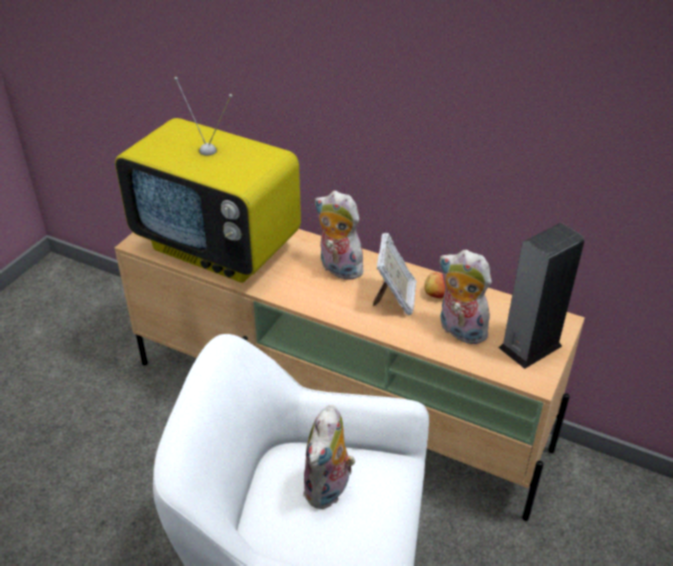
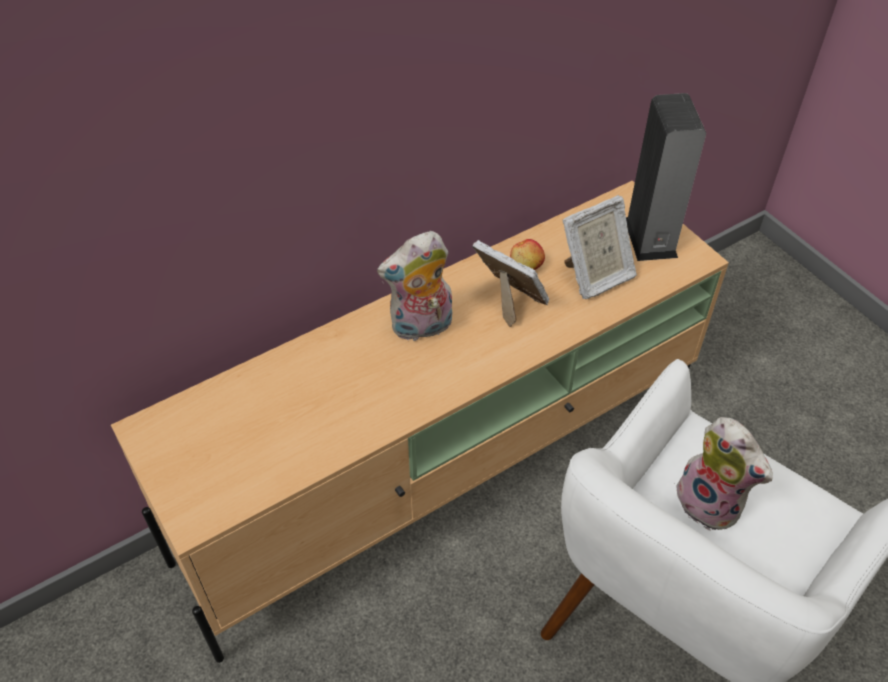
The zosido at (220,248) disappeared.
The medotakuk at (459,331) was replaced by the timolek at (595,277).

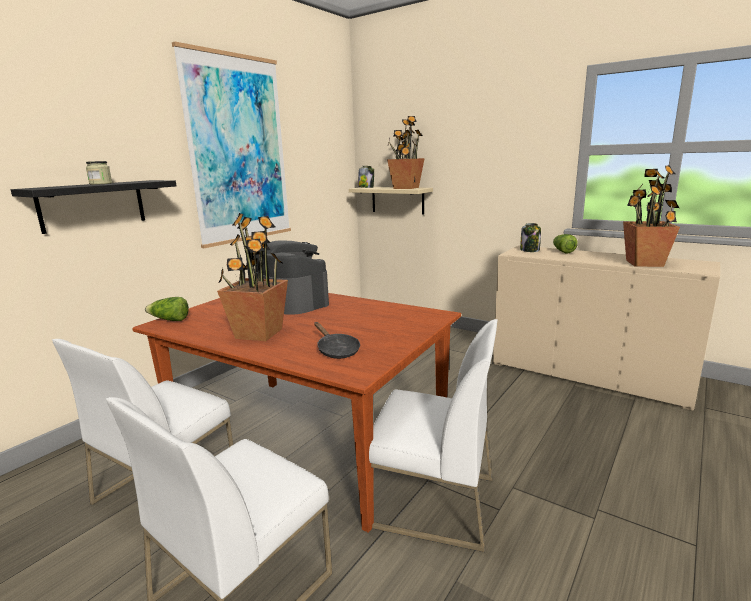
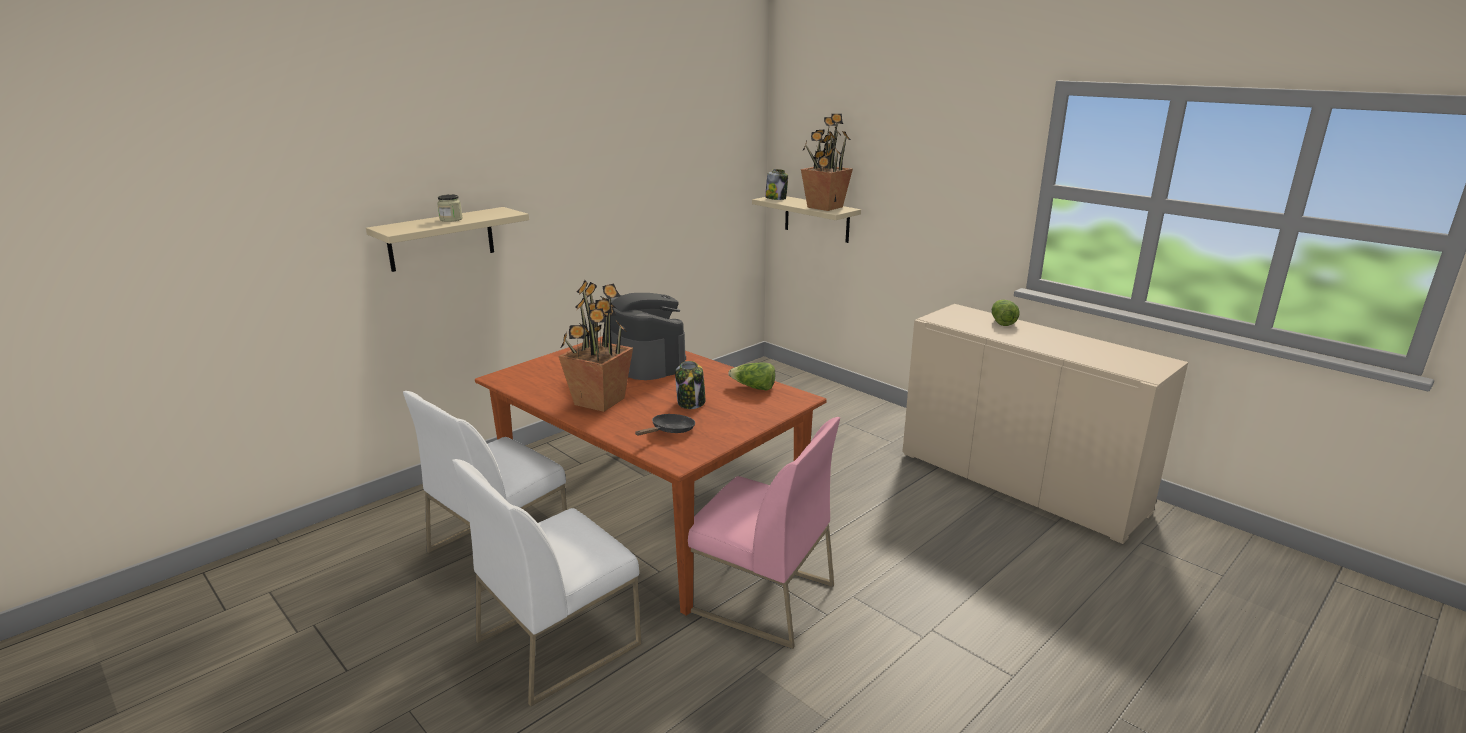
The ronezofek at (238,150) disappeared.
The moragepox at (643,263) disappeared.
The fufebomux moved from (169,320) to (753,387).
The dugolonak moved from (530,250) to (691,403).
The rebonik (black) at (93,205) became the rebonik (beige) at (441,239).
The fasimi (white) at (432,502) became the fasimi (pink) at (760,598).
The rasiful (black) at (336,350) turned 120 degrees counterclockwise.

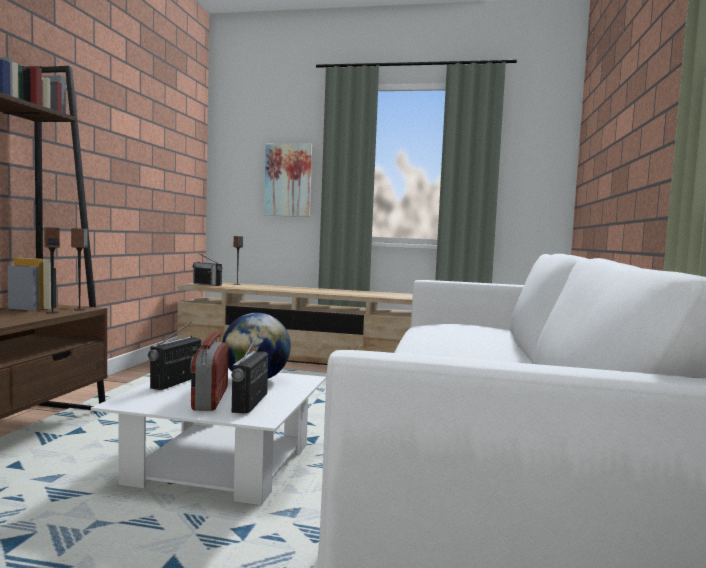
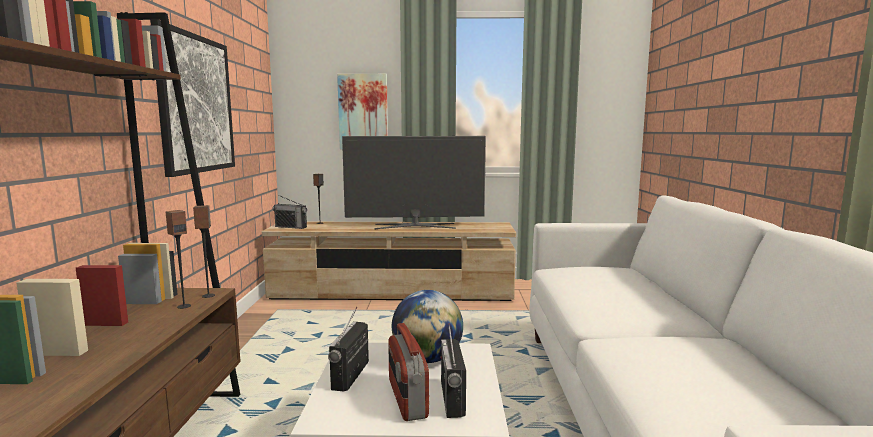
The ronezofek at (196,104) appeared.
The zosido at (415,226) appeared.

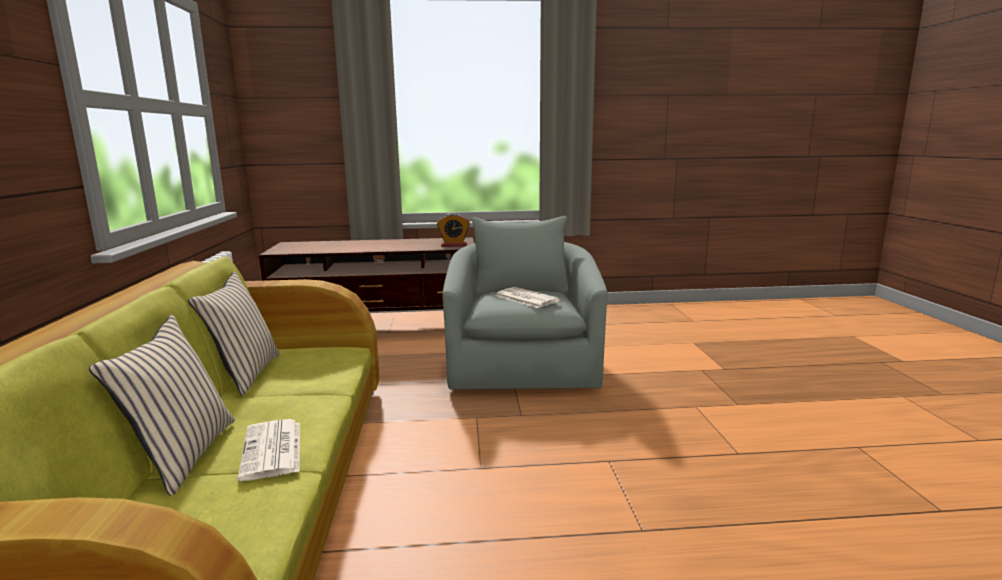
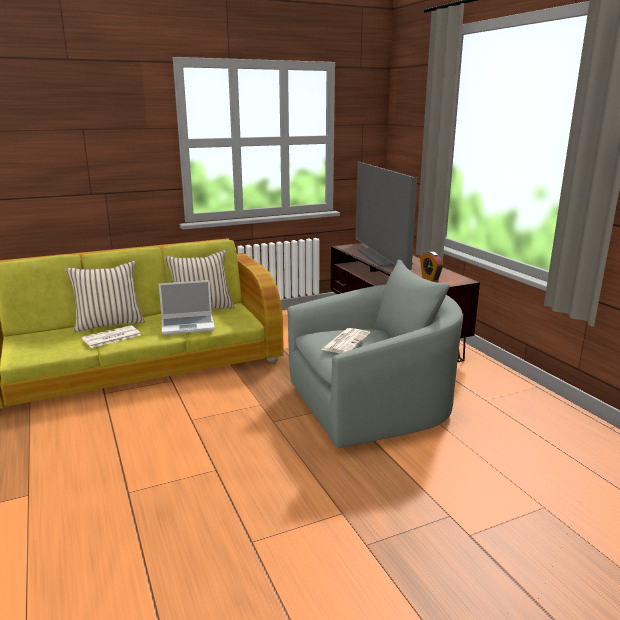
The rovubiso at (188,325) appeared.
The zosido at (383,257) appeared.

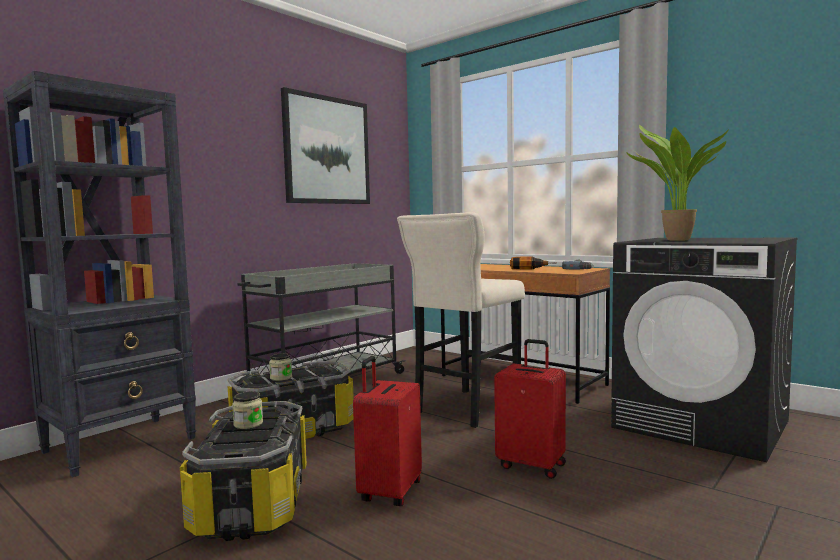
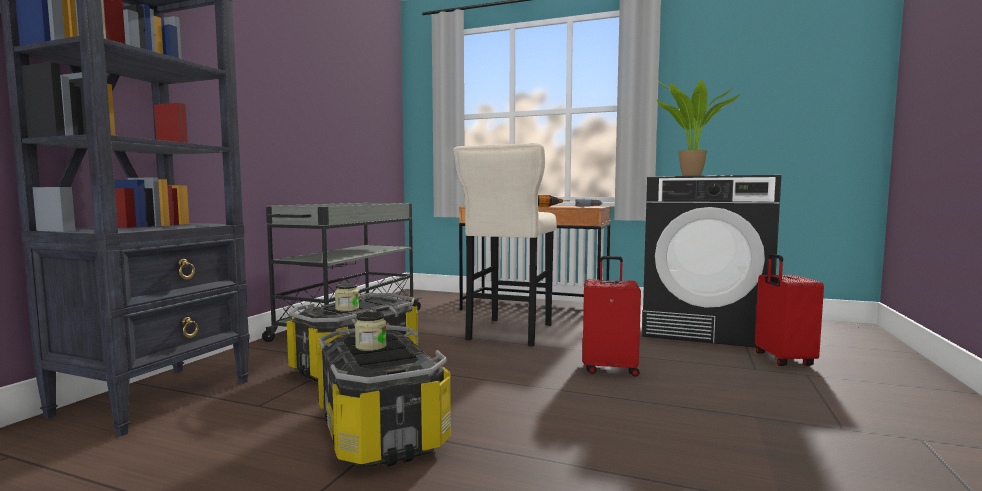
The ronezofek at (327,150) disappeared.
The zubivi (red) moved from (389,492) to (782,360).

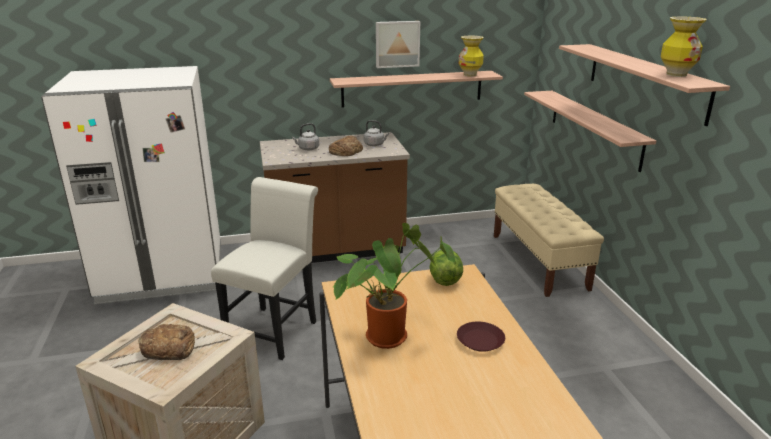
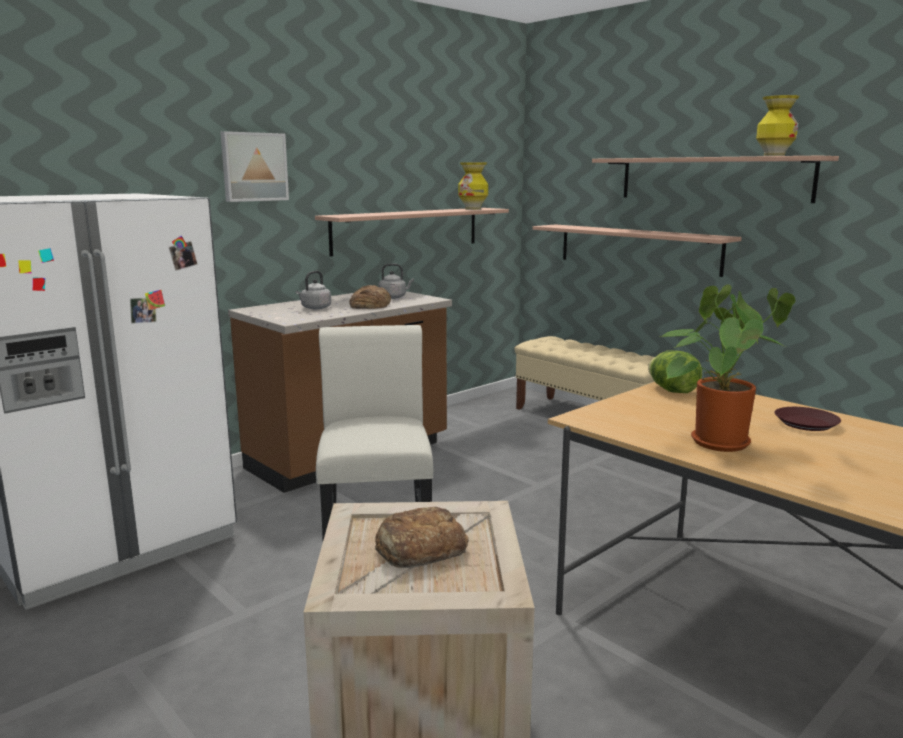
The ronezofek moved from (397,44) to (254,167).

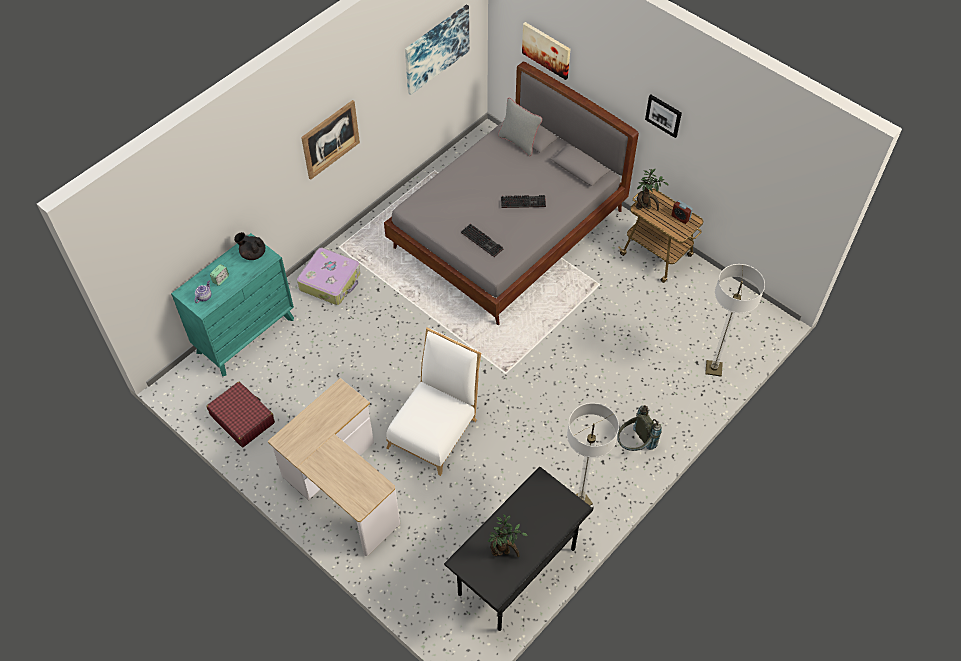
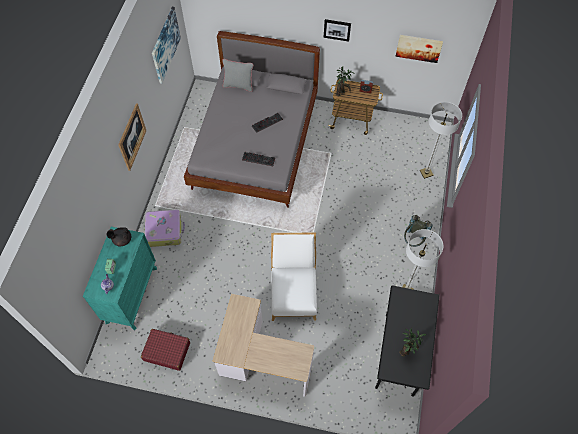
The ronezofek moved from (546,50) to (418,48).

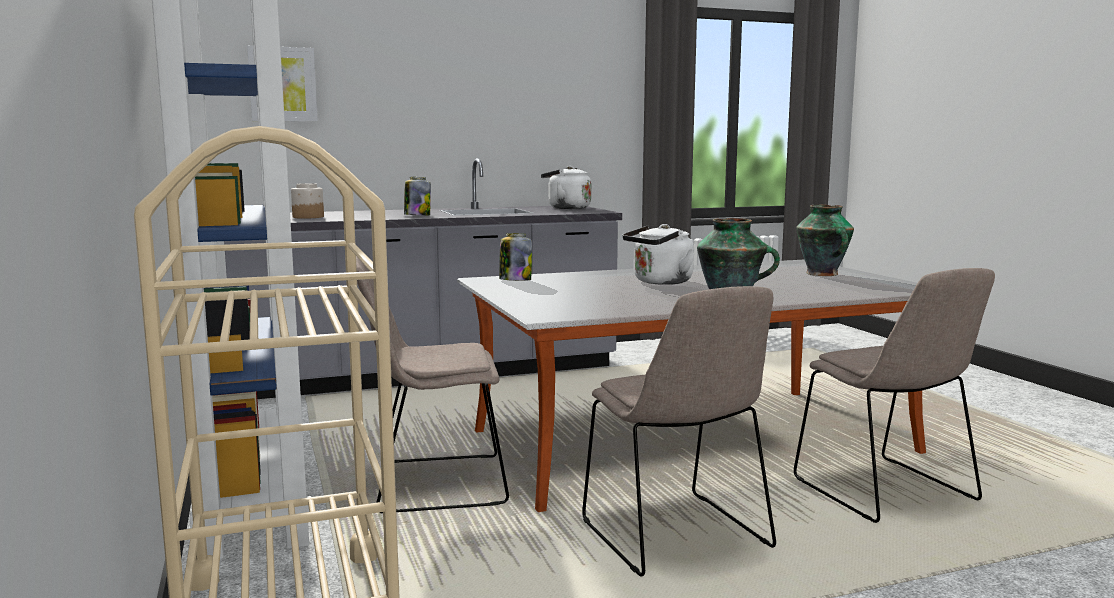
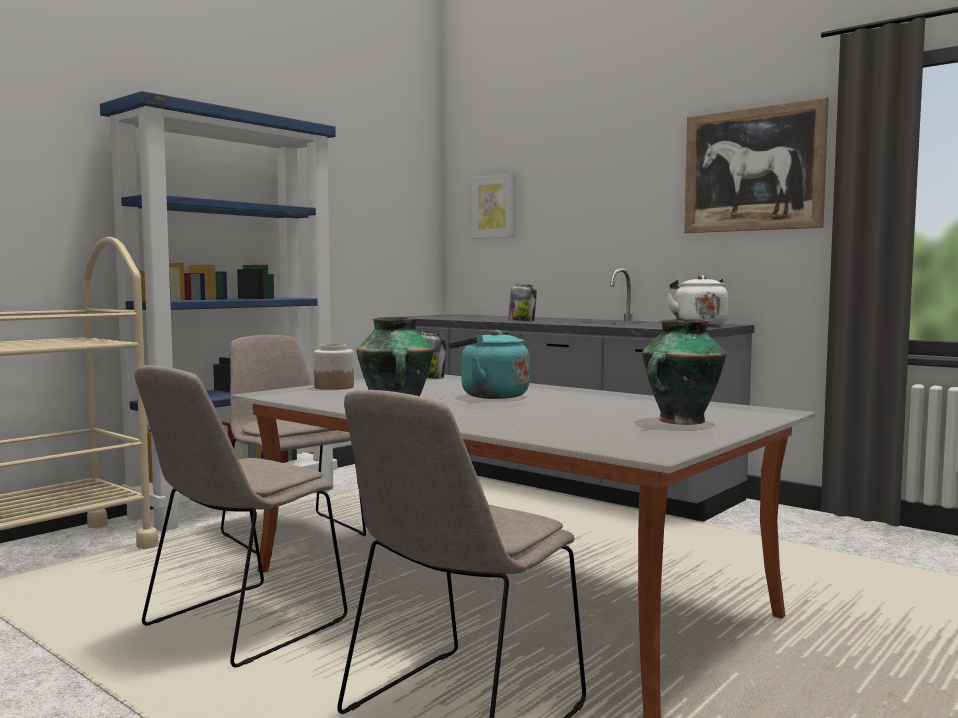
The ronezofek at (753,169) appeared.
The dugolonak moved from (308,217) to (333,387).
The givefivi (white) at (660,282) became the givefivi (turquoise) at (490,396).

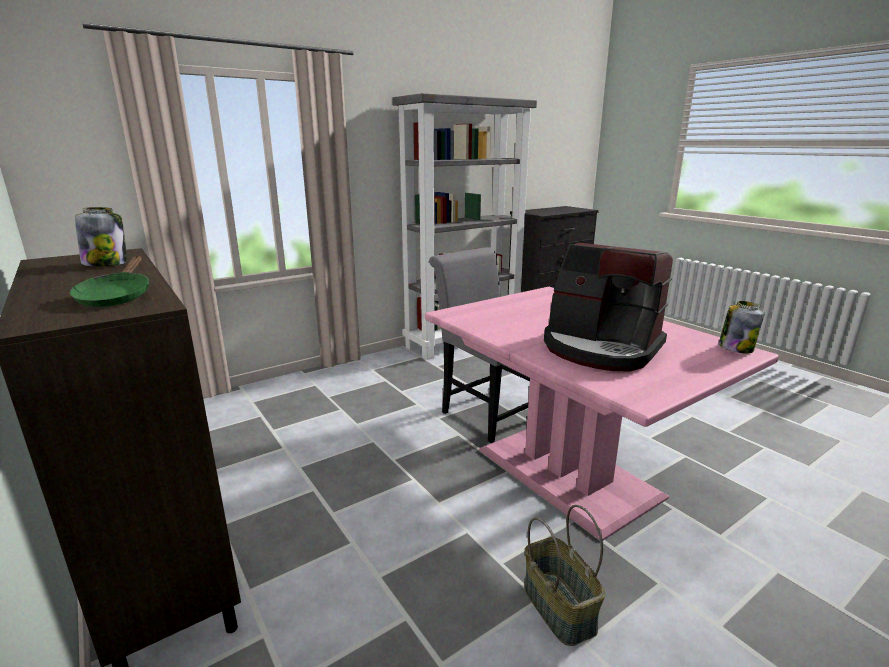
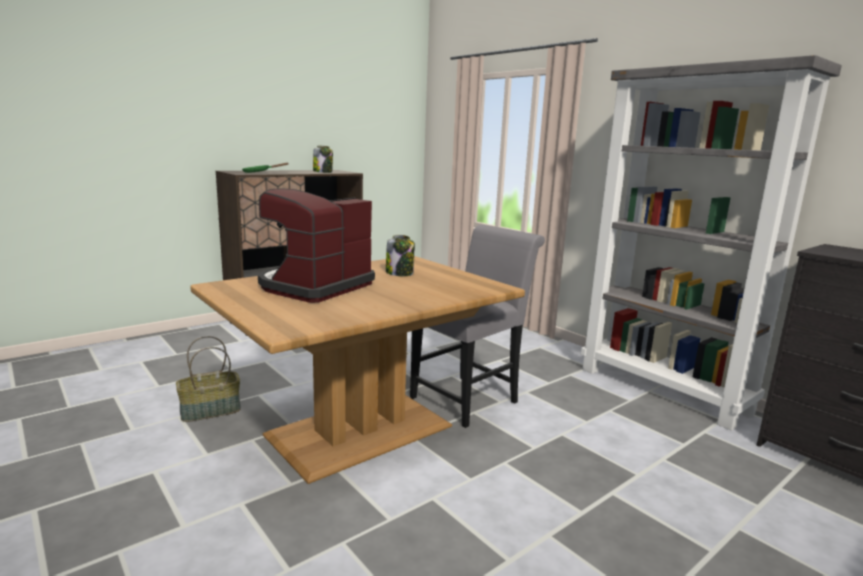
The dugolonak moved from (735,348) to (400,273).
The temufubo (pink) at (568,471) became the temufubo (brown) at (361,431).

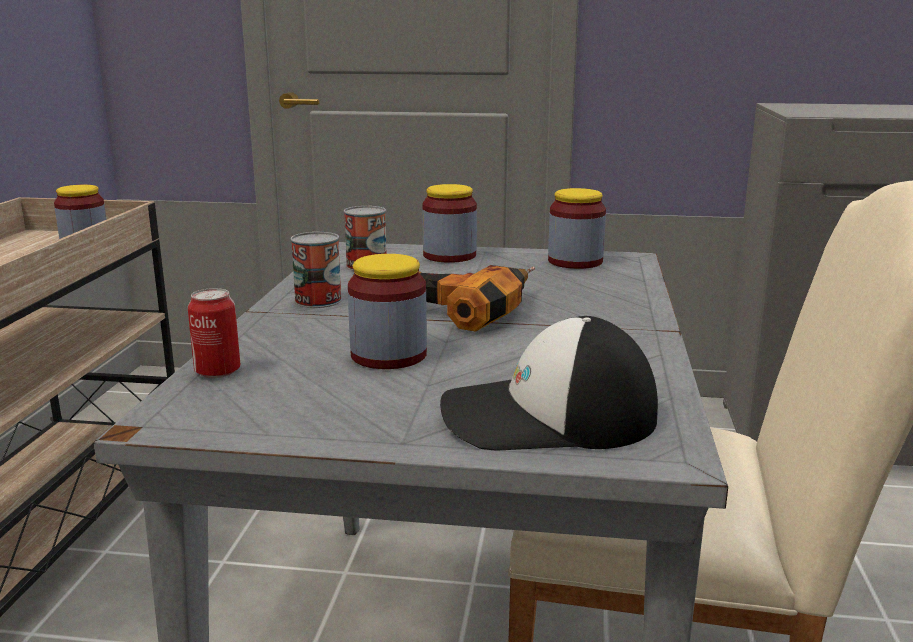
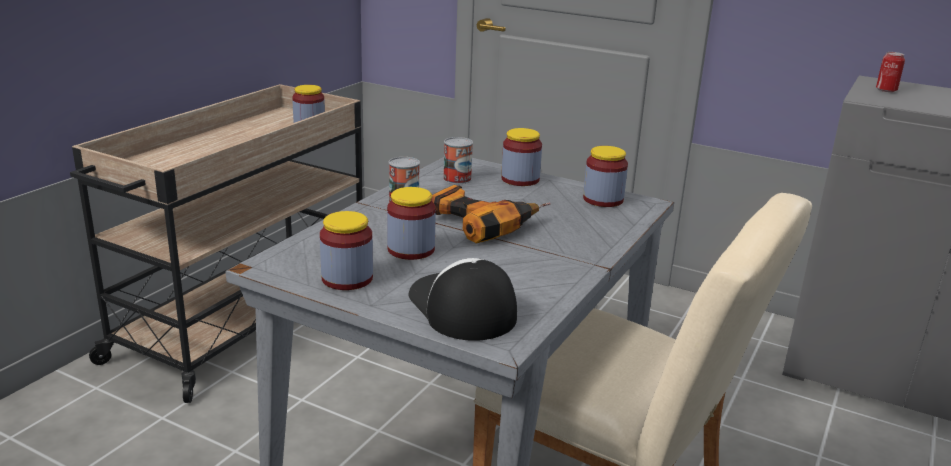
The dugolonak at (347,278) appeared.
The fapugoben moved from (217,371) to (886,90).
The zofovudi at (546,417) turned 45 degrees clockwise.

